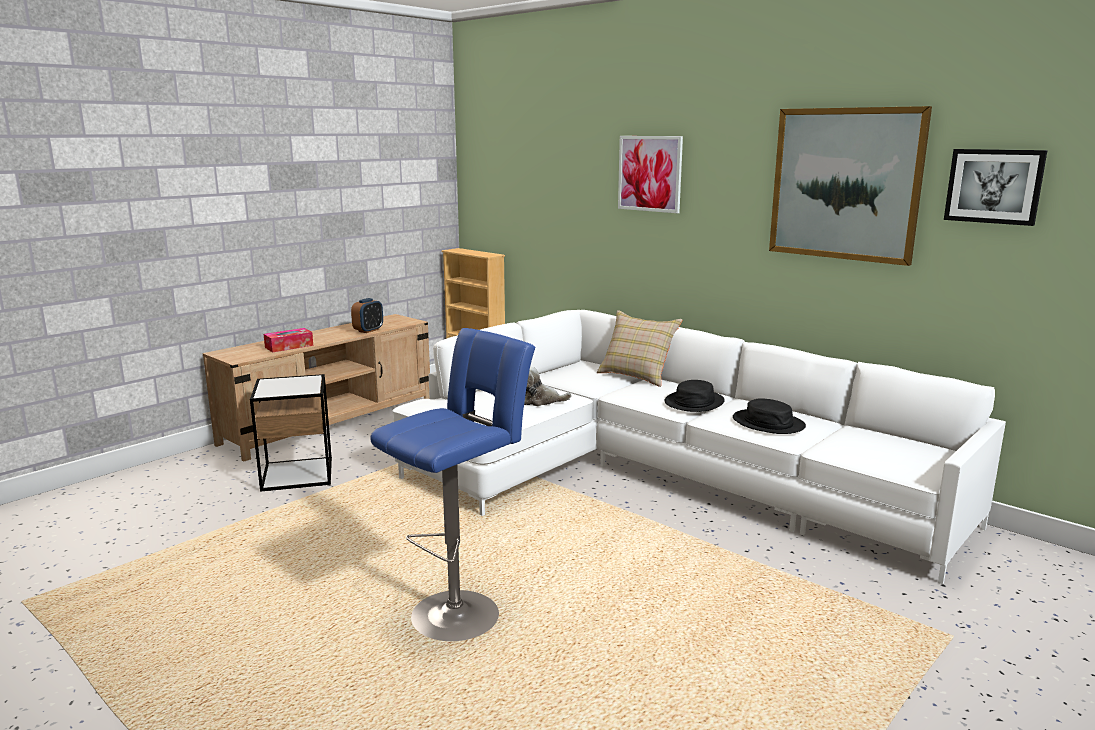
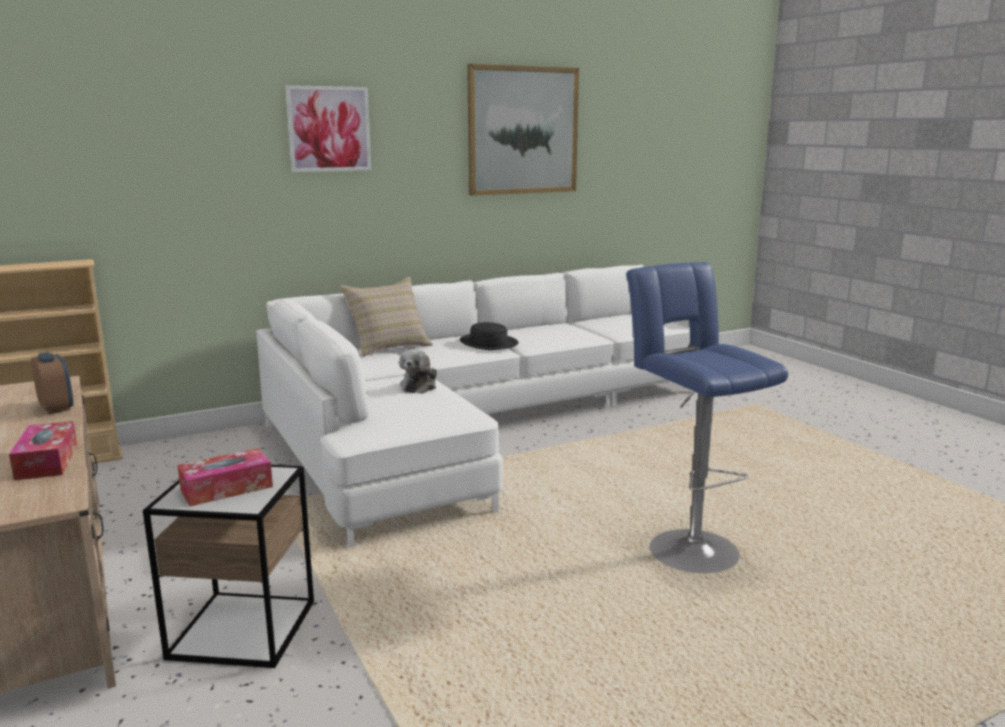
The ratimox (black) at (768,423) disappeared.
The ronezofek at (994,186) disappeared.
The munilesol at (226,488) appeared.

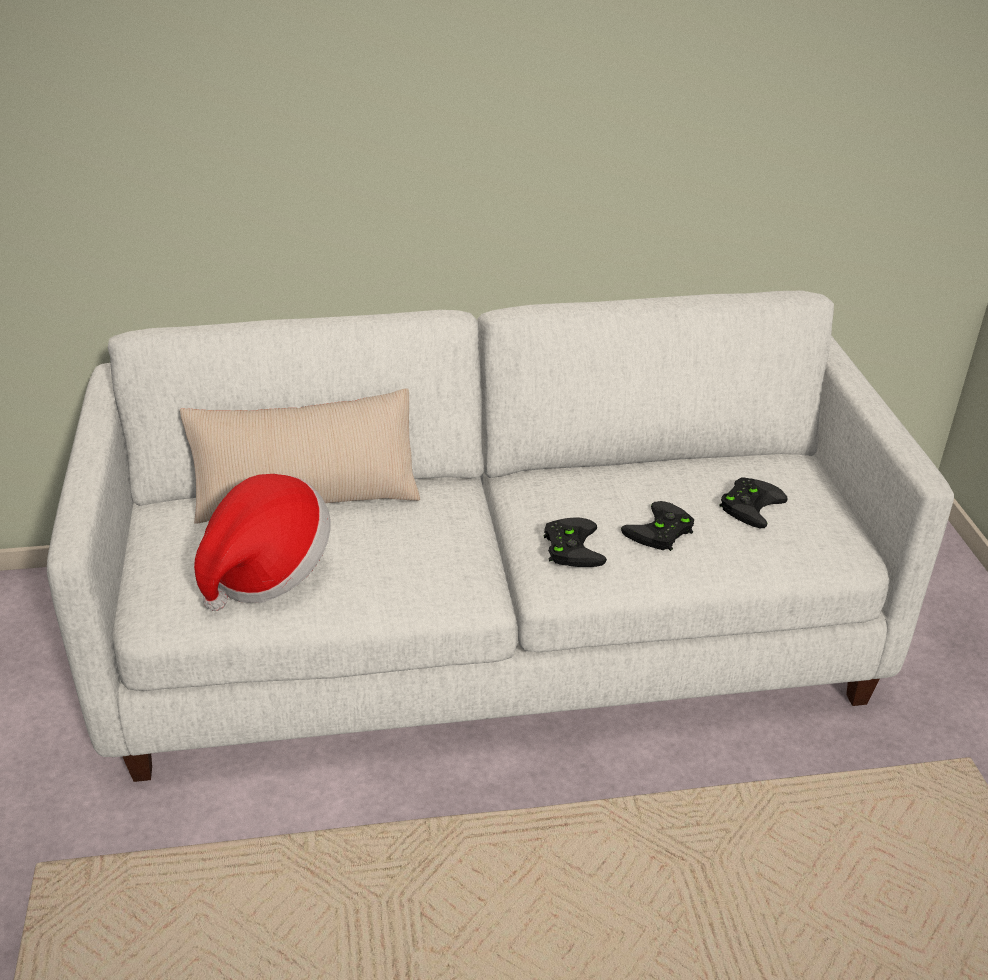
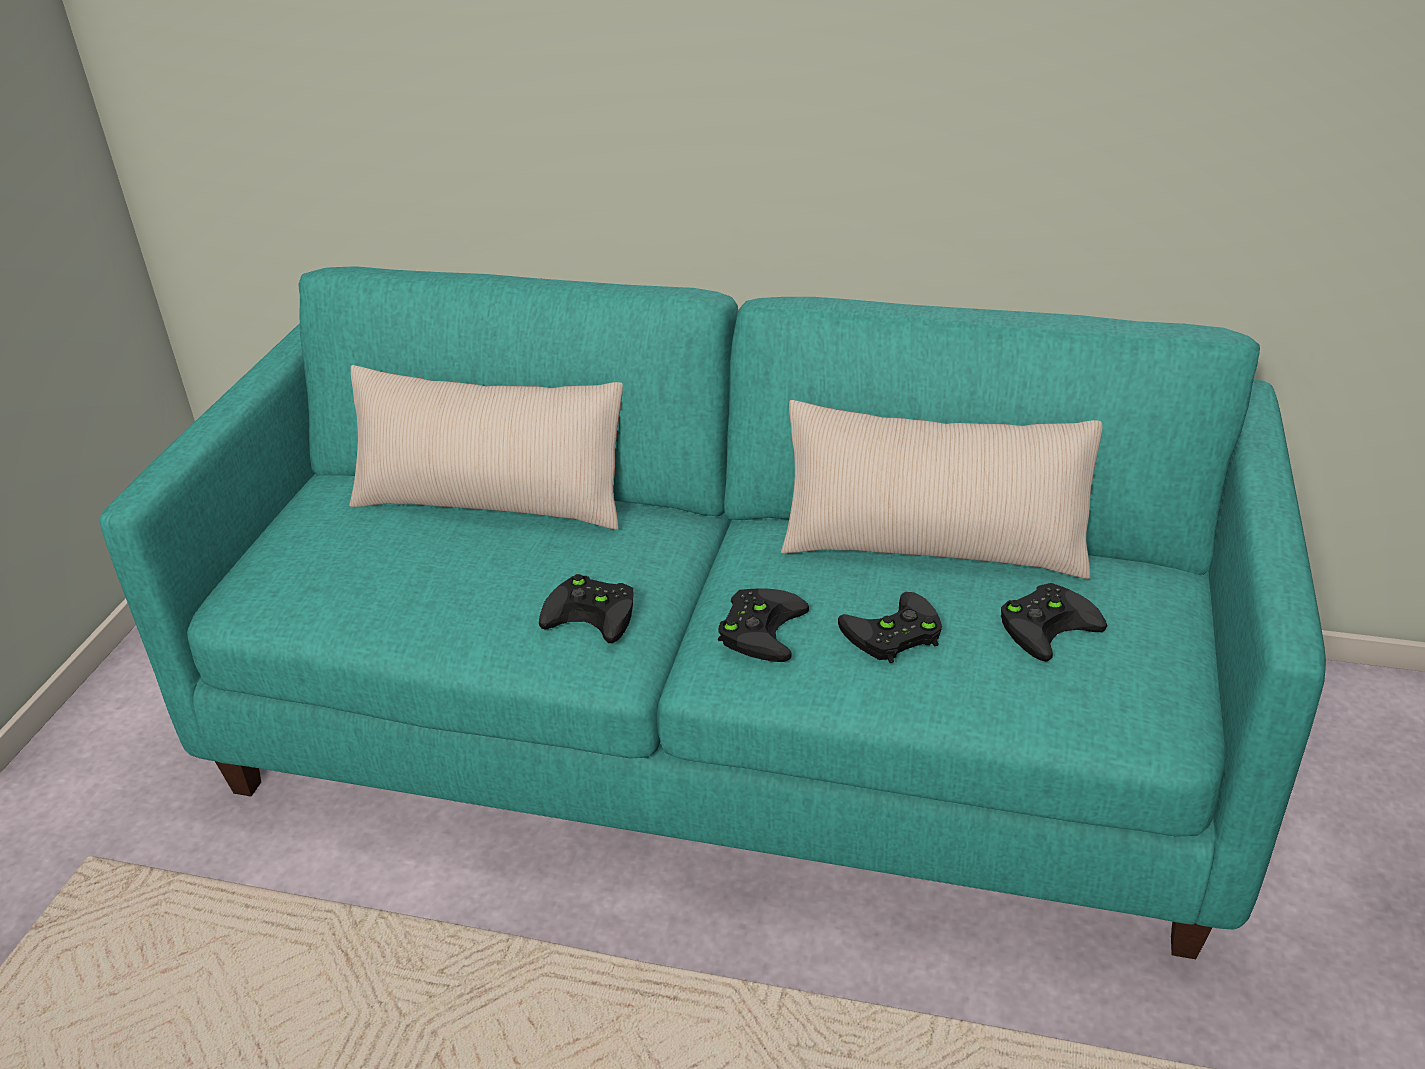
The ratimox at (266,570) disappeared.
The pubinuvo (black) at (595,612) appeared.
The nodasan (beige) at (933,544) appeared.
The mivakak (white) at (492,634) became the mivakak (turquoise) at (724,724).

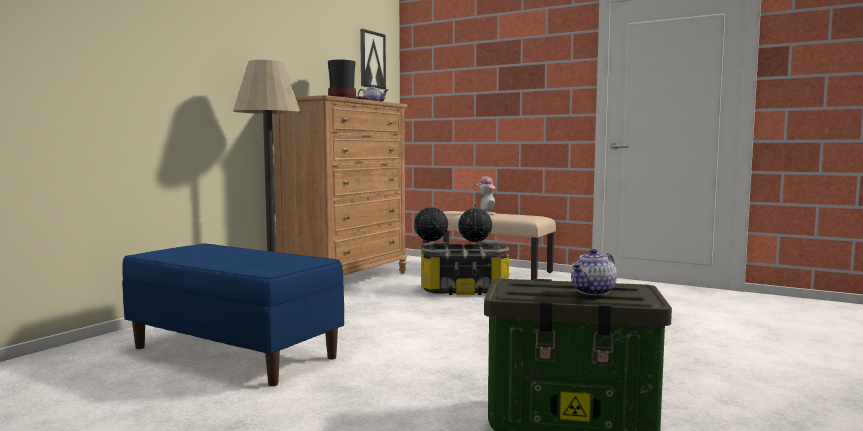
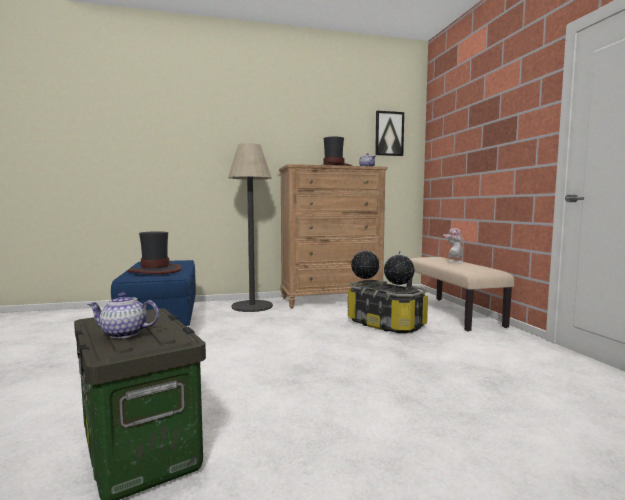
The ratimox at (155,270) appeared.

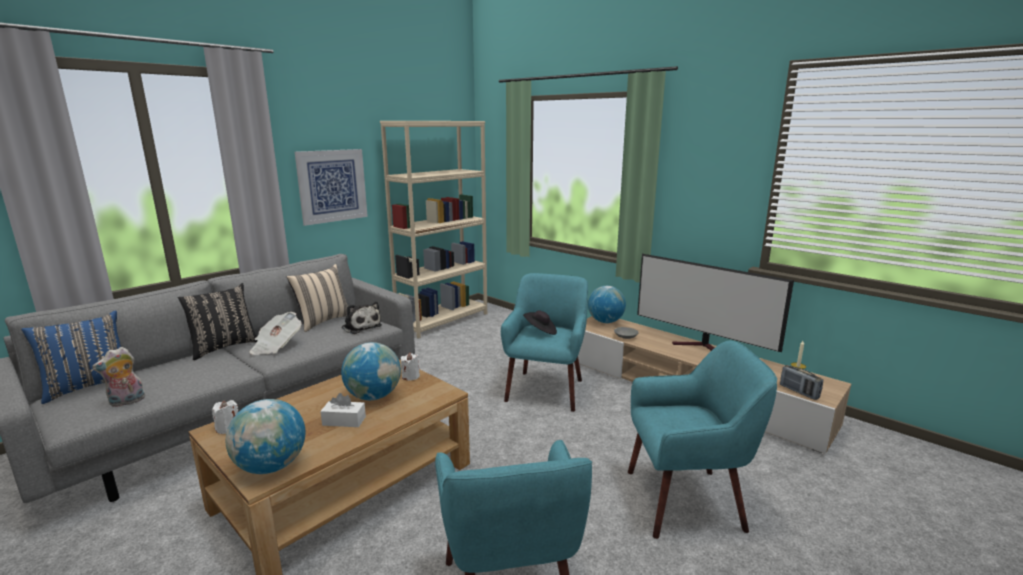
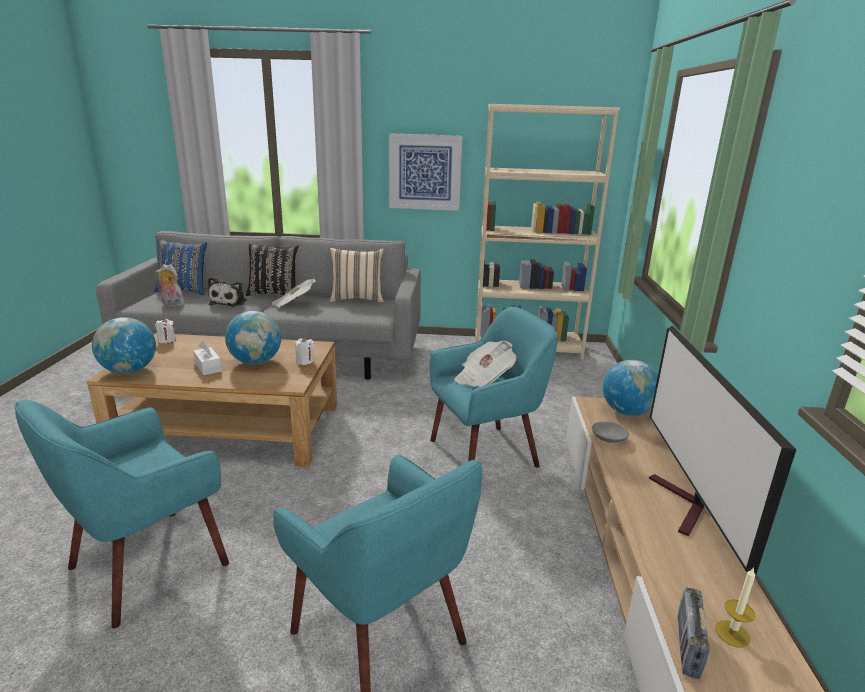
The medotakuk moved from (361,326) to (230,302).
The ratimox (black) at (540,331) was replaced by the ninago at (483,378).

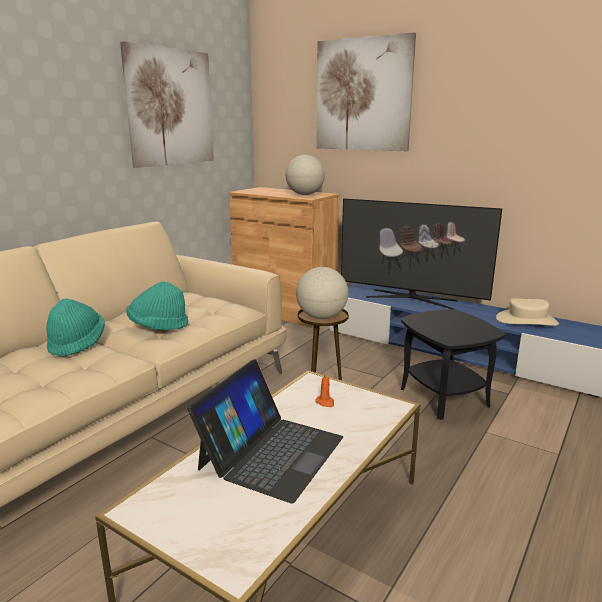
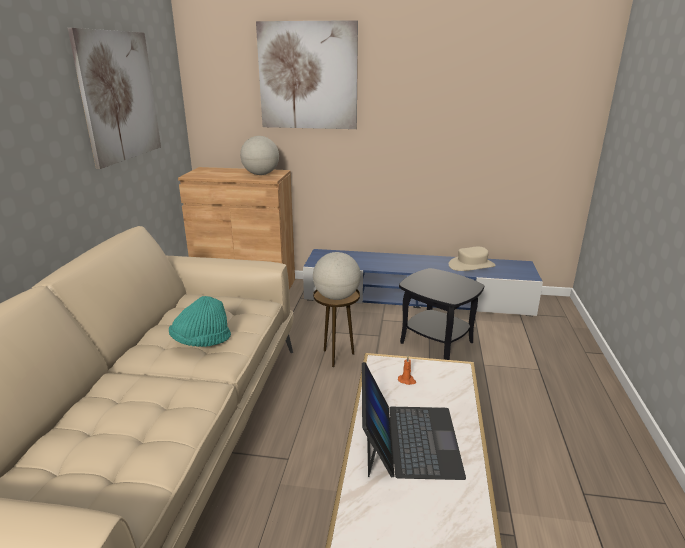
The ratimox (turquoise) at (77,344) disappeared.
The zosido at (411,299) disappeared.

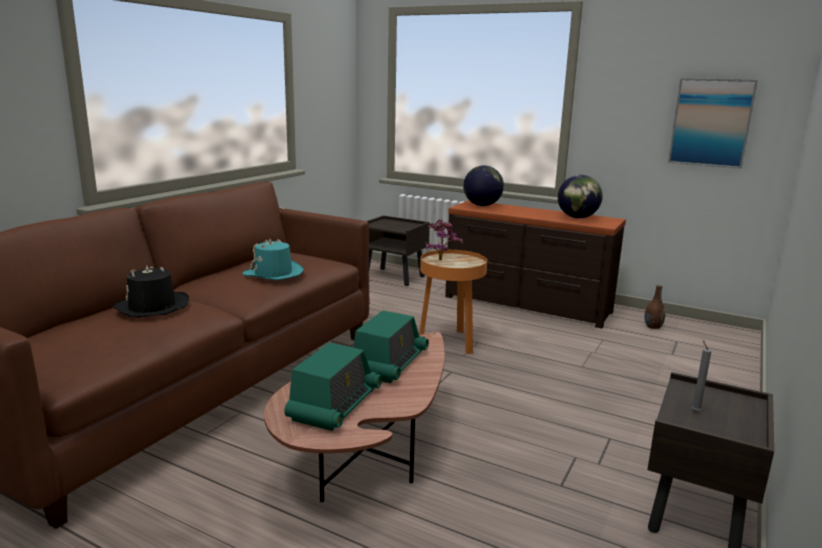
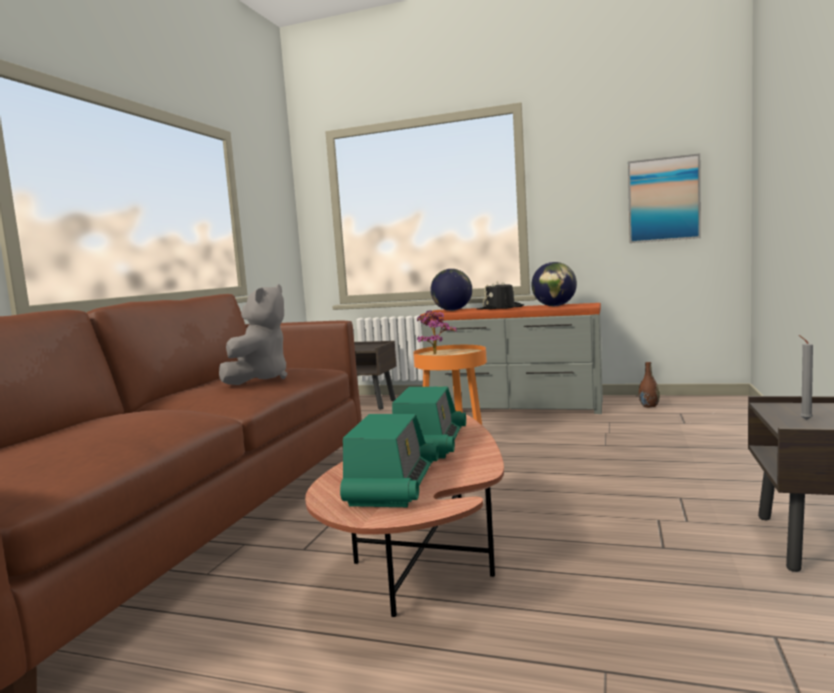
The ratimox (black) moved from (152,307) to (500,309).
The ratimox (turquoise) at (273,273) was replaced by the medotakuk (grey) at (259,379).
The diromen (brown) at (526,305) became the diromen (grey) at (514,407).

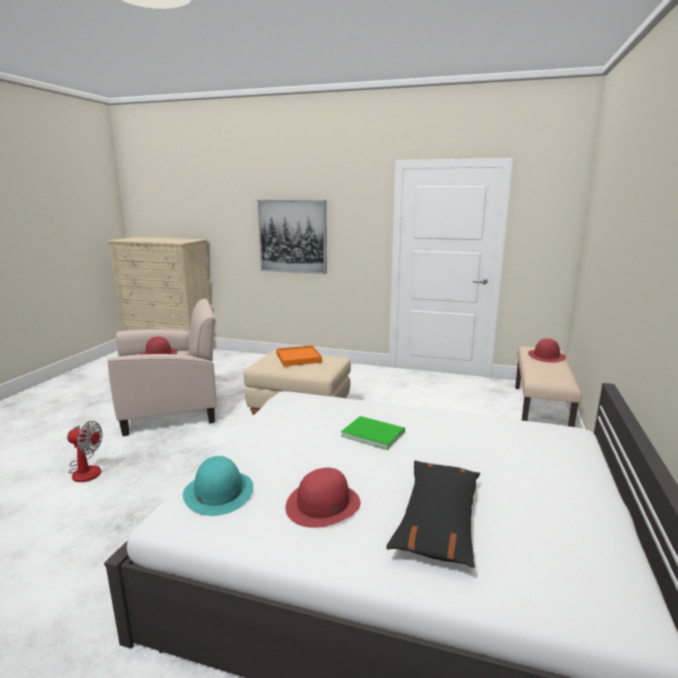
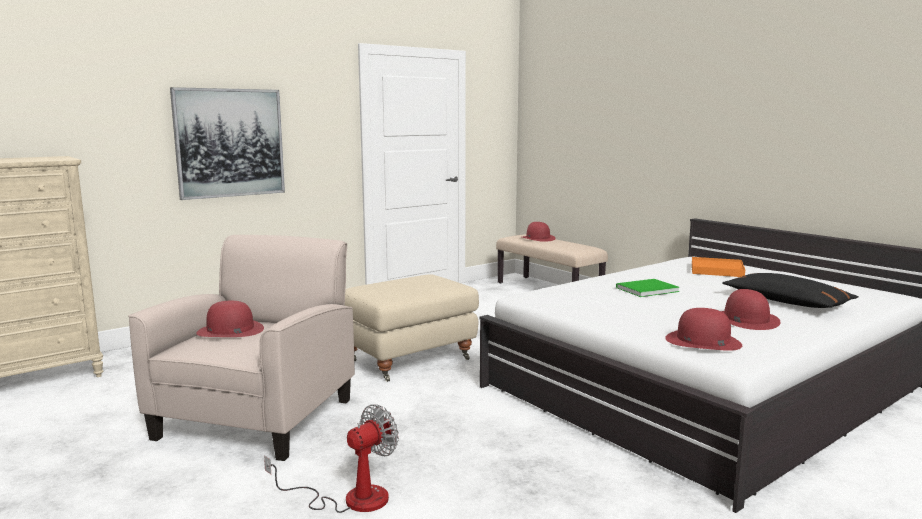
The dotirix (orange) moved from (298,358) to (717,270).
The ratimox (turquoise) at (218,492) became the ratimox (red) at (702,341).

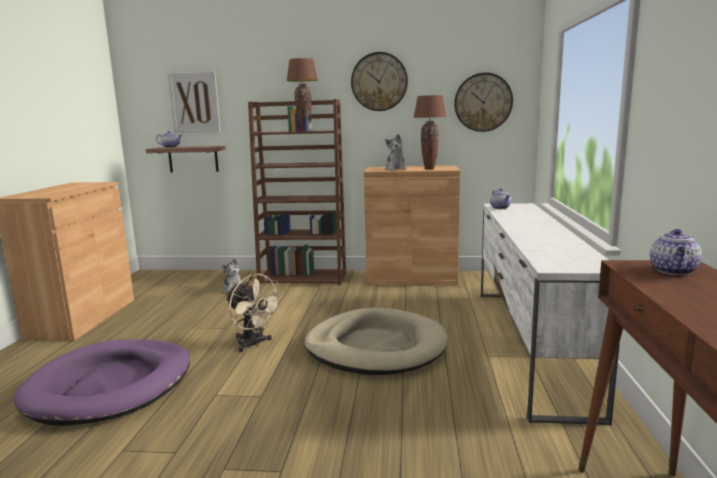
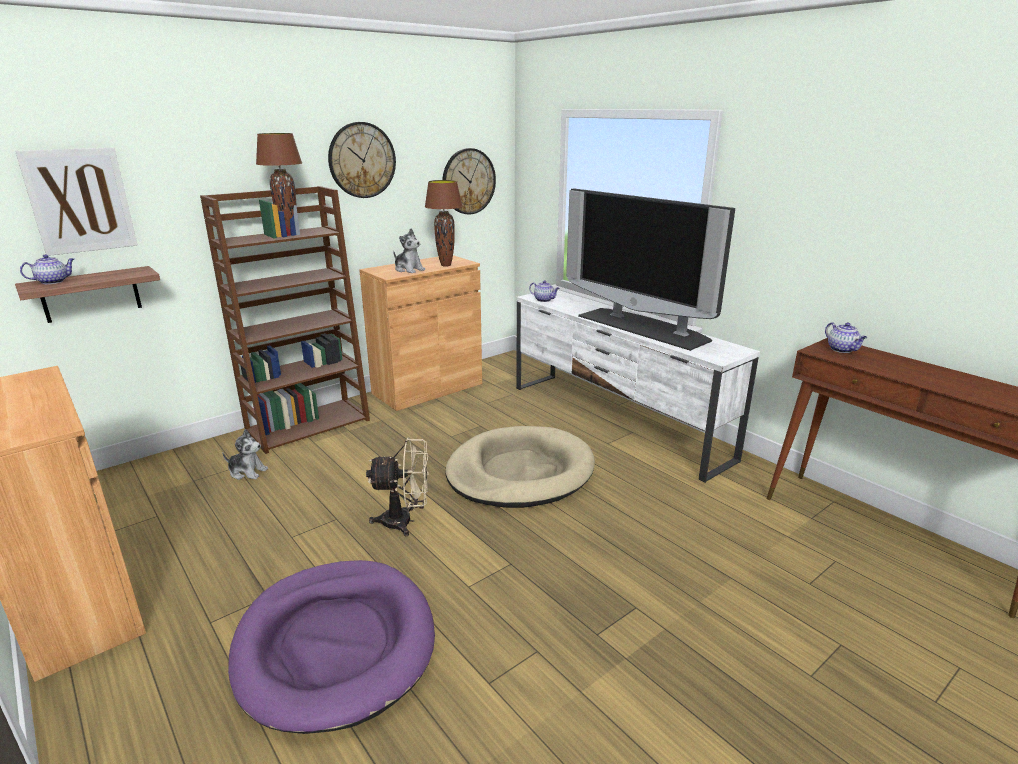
The zosido at (643,327) appeared.

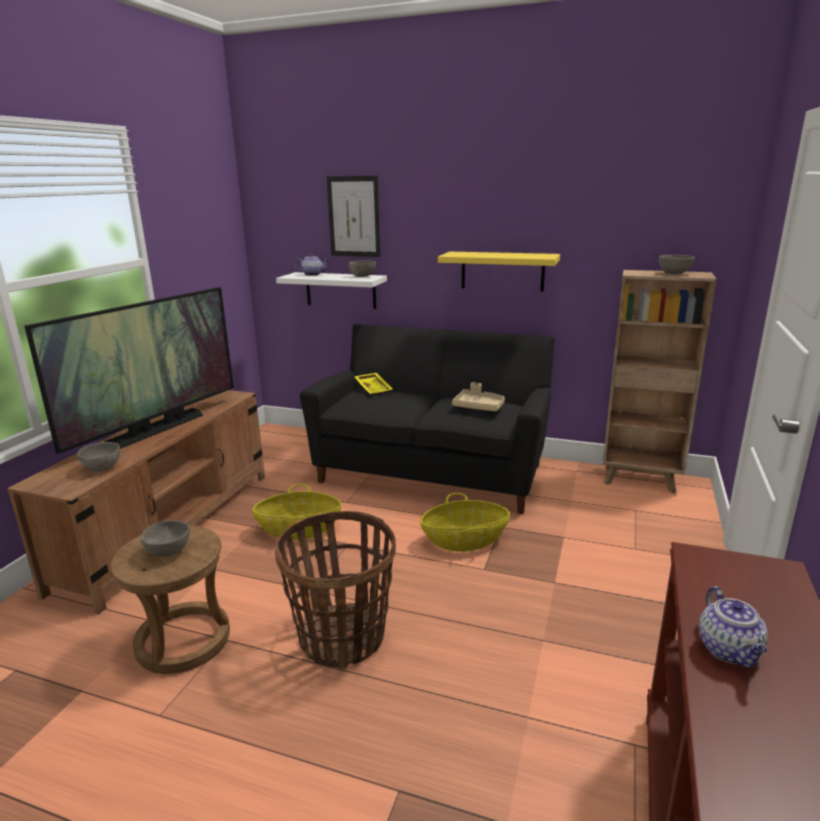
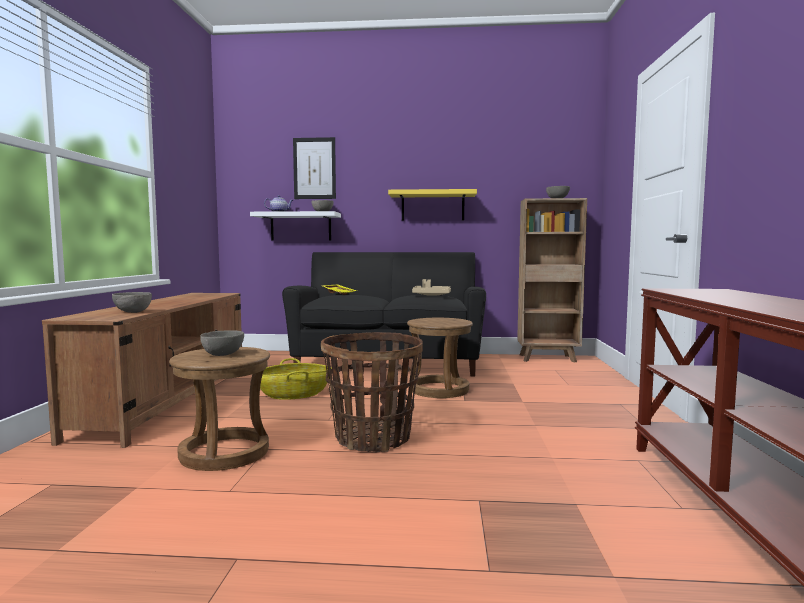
The zosido at (156,429) disappeared.
The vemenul at (729,651) disappeared.
The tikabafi at (465,540) was replaced by the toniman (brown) at (439,389).

